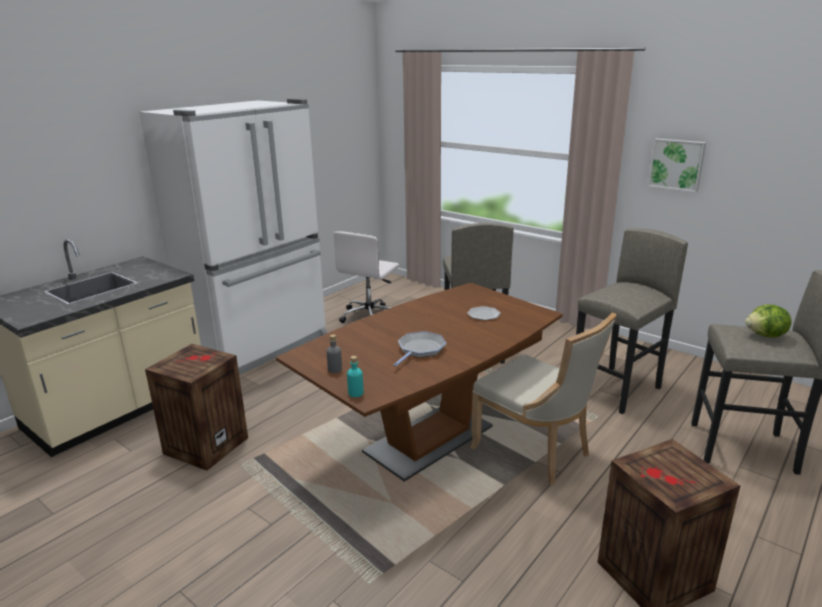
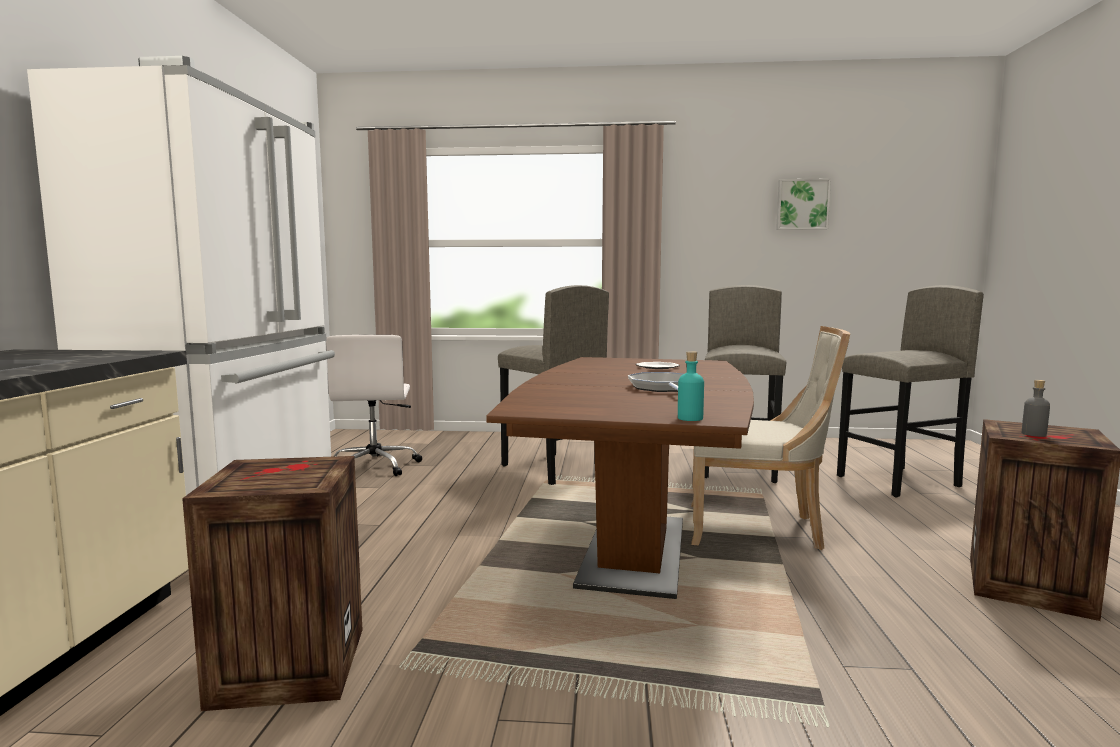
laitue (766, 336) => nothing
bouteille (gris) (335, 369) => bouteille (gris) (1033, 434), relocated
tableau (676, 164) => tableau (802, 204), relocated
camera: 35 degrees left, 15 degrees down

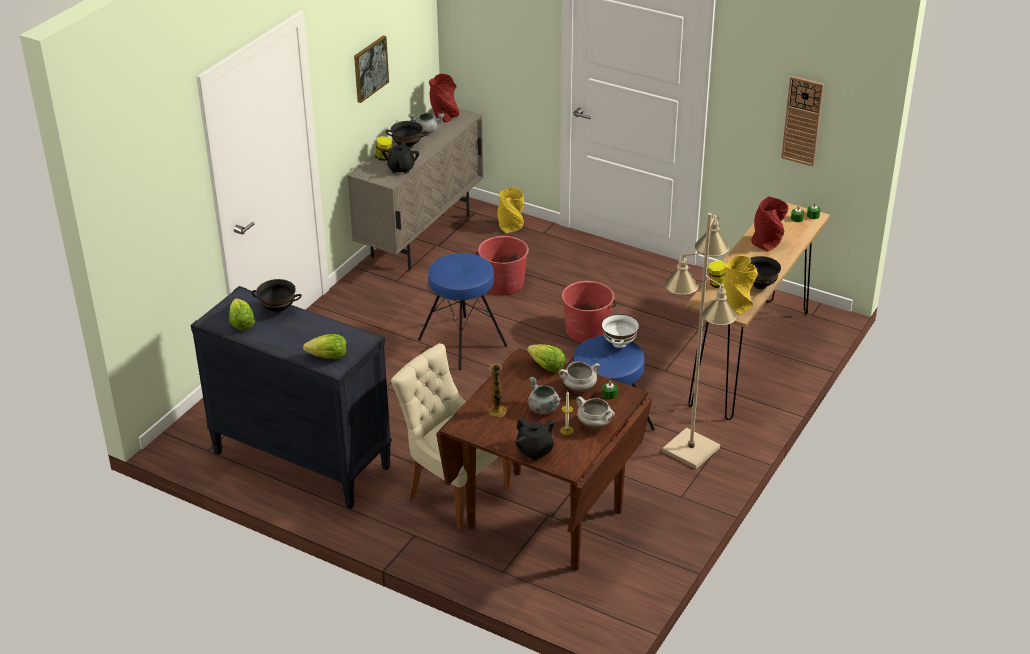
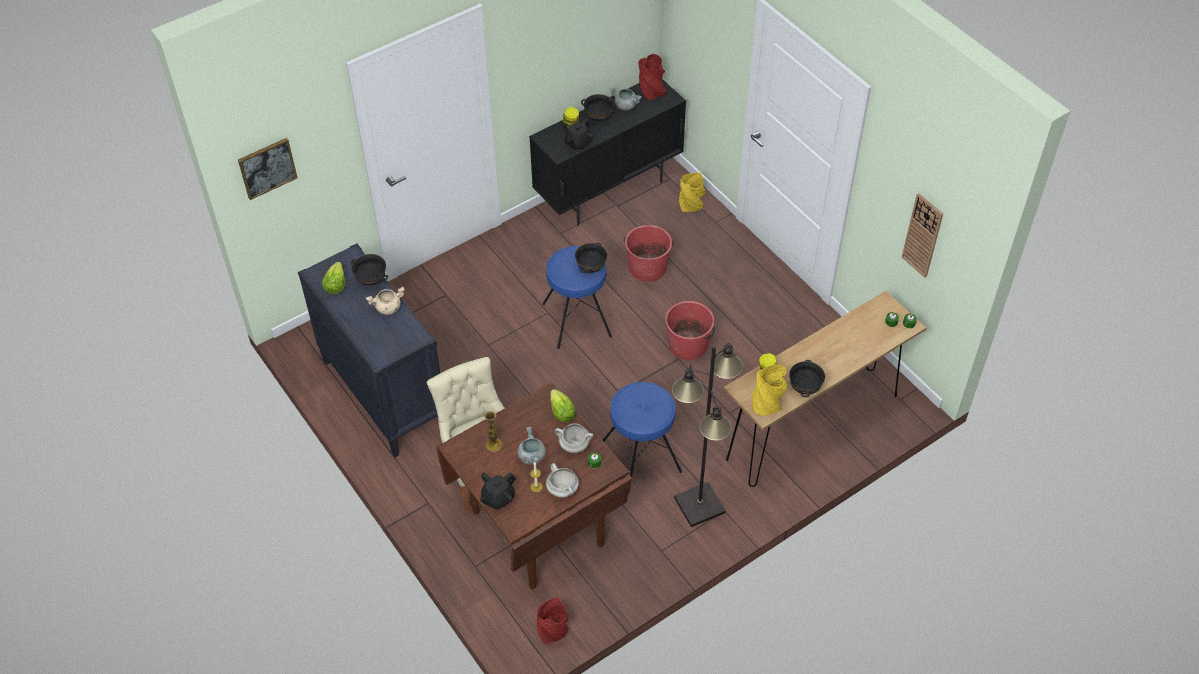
laitue (328, 357) => nothing
bol (blanc) (619, 343) => nothing
nothing => marmite (beige) (388, 308)
nothing => bol (noir) (591, 268)
tableau (370, 68) => tableau (267, 167), relocated
vase (rouge) (767, 243) => vase (rouge) (553, 632), relocated
meuble de rangement (beige) (421, 236) => meuble de rangement (noir) (608, 191)
lampadaire (beige) (691, 449) => lampadaire (noir) (700, 505)
théière (noir) (534, 451) => théière (noir) (498, 498), 60 degrees clockwise
camera: 25 degrees right, 15 degrees up

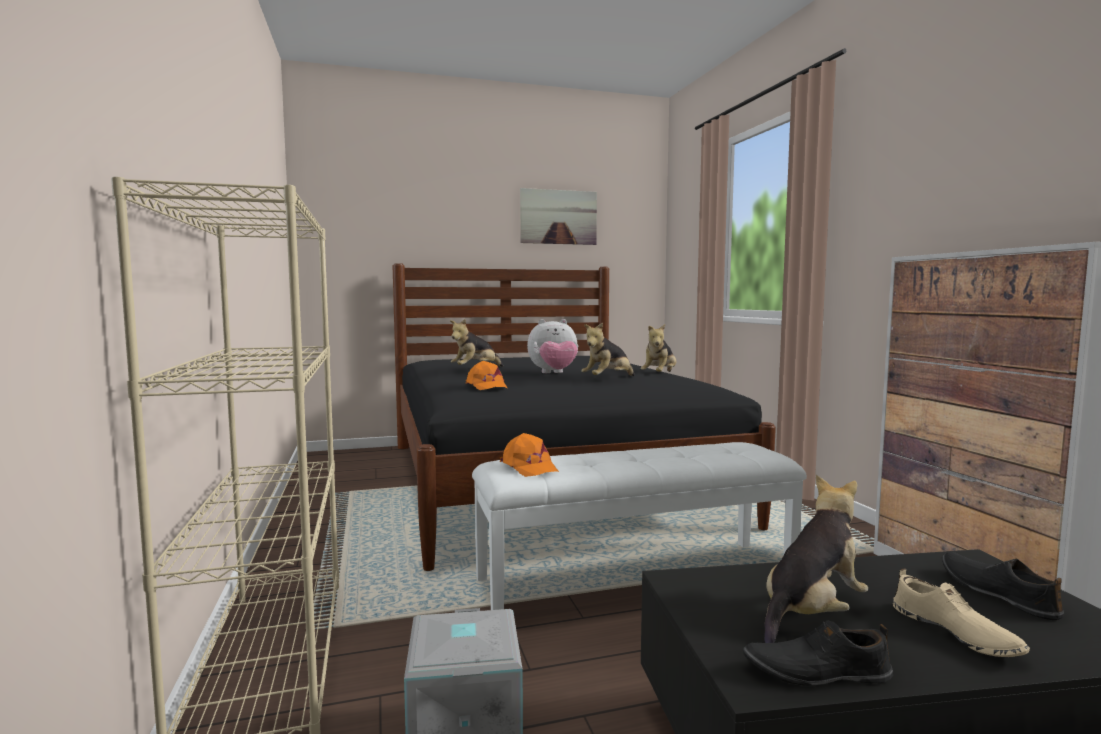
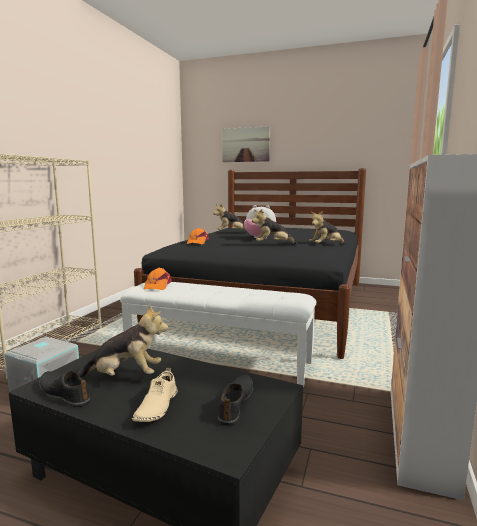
tableau (558, 217) => tableau (245, 144), relocated
camera: 35 degrees right, 5 degrees up

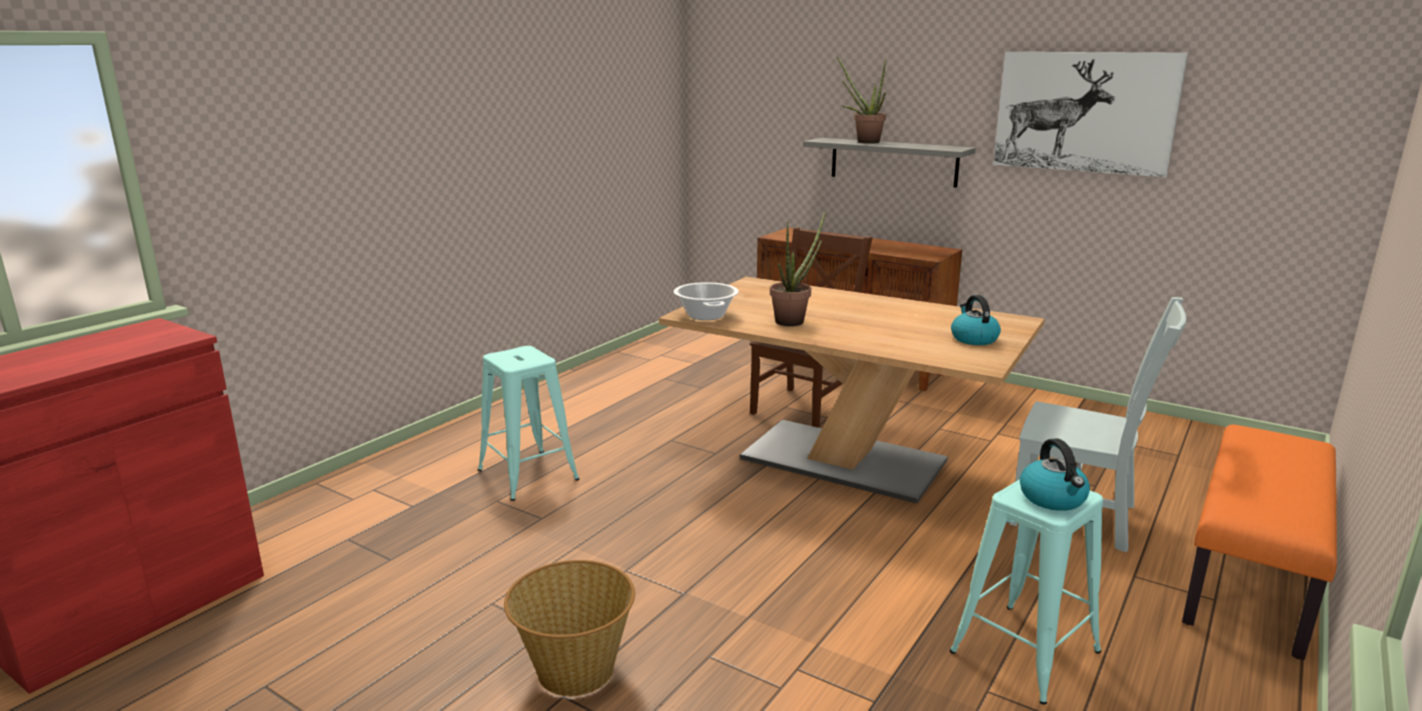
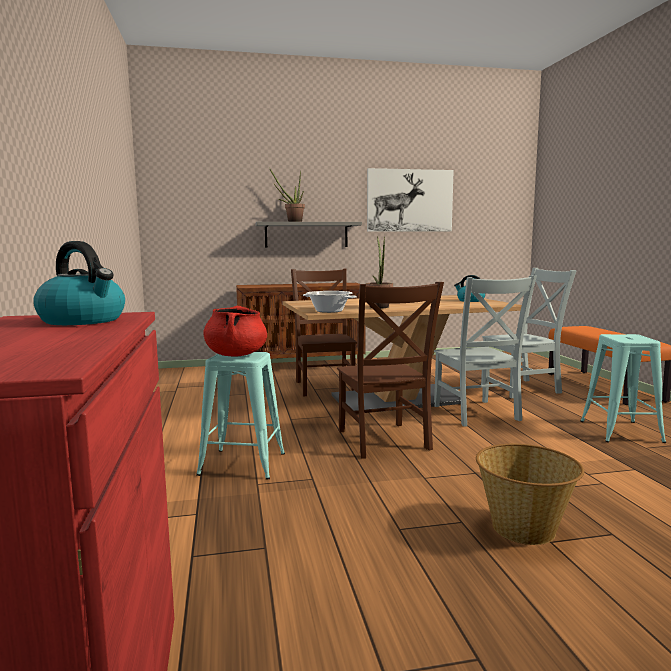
nothing => marmite (rouge) (236, 355)
nothing => chaise (marron) (384, 441)
nothing => chaise (gris) (477, 414)
bouilloire (1053, 498) => bouilloire (84, 320), relocated
camera: 45 degrees left, 10 degrees down

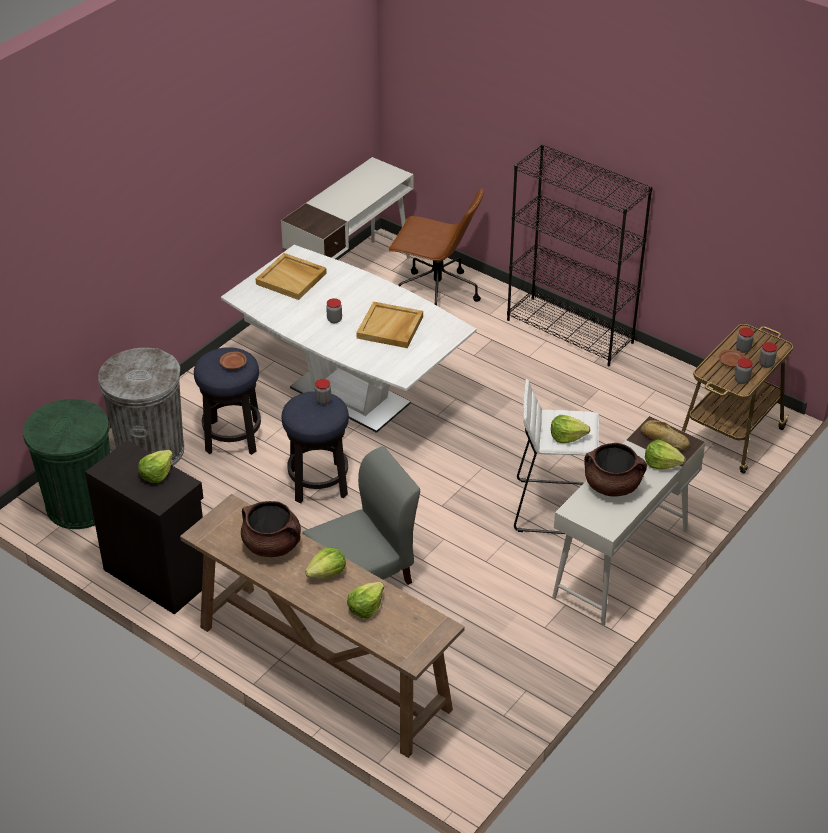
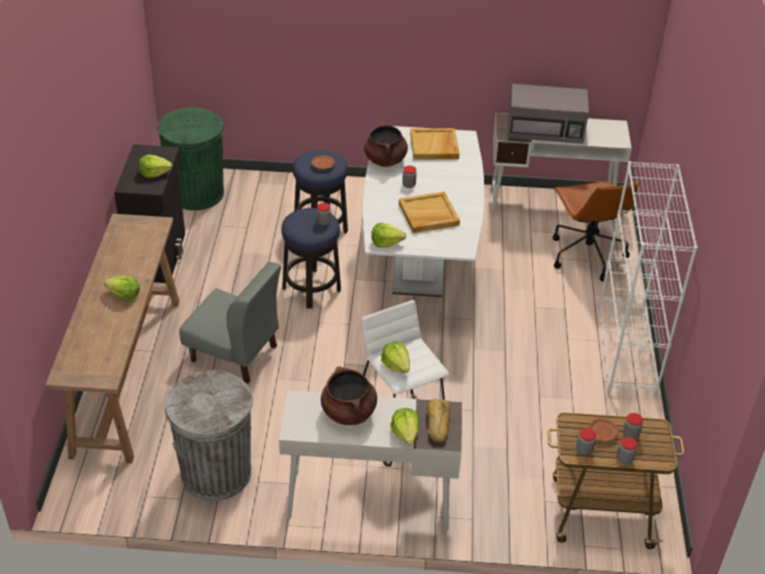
nothing => micro-ondes (gris) (546, 128)
poubelle (gris) (150, 450) => poubelle (gris) (216, 473), relocated
marmite (marron) (272, 545) => marmite (marron) (385, 160), relocated
laitue (365, 607) => laitue (386, 242), relocated
bibliothèque (noir) (570, 331) => bibliothèque (blanc) (627, 350)
camera: 55 degrees right, 0 degrees up

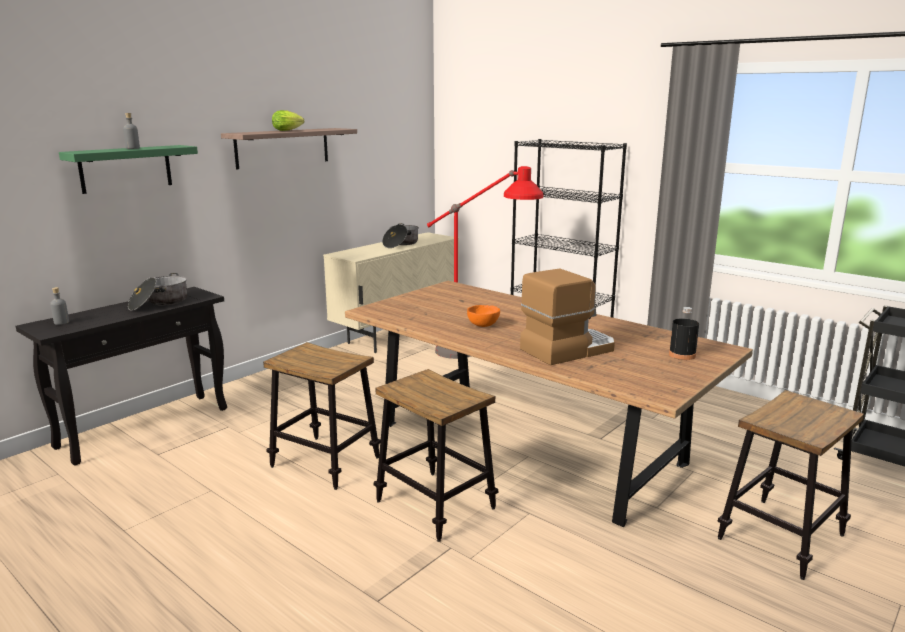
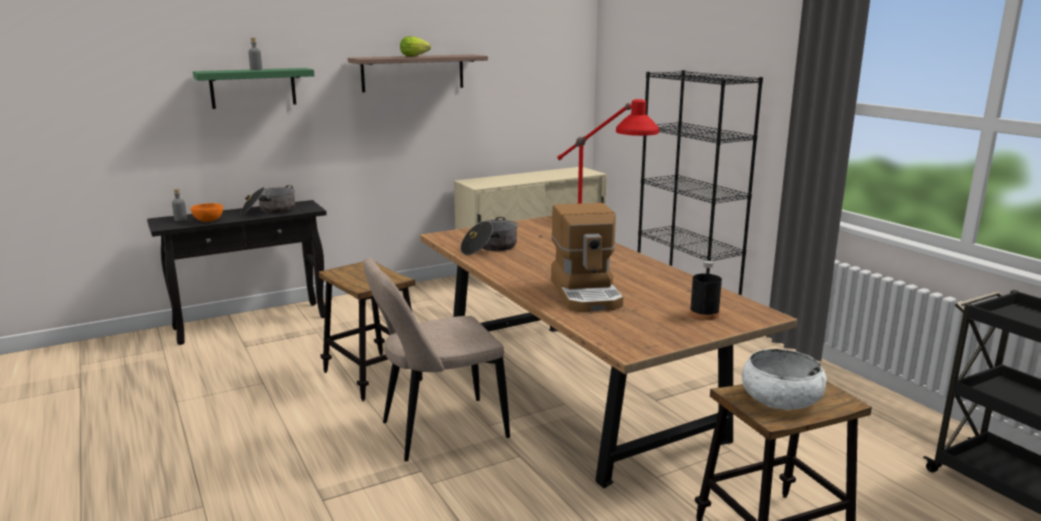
nothing => bol (blanc) (781, 398)
marmite (401, 244) => marmite (489, 248), relocated
bol (orange) (484, 326) => bol (orange) (209, 221), relocated
tabouret (435, 505) => chaise (beige) (438, 431)
machine à café (567, 349) => machine à café (587, 293), 90 degrees clockwise
camera: 20 degrees right, 0 degrees up

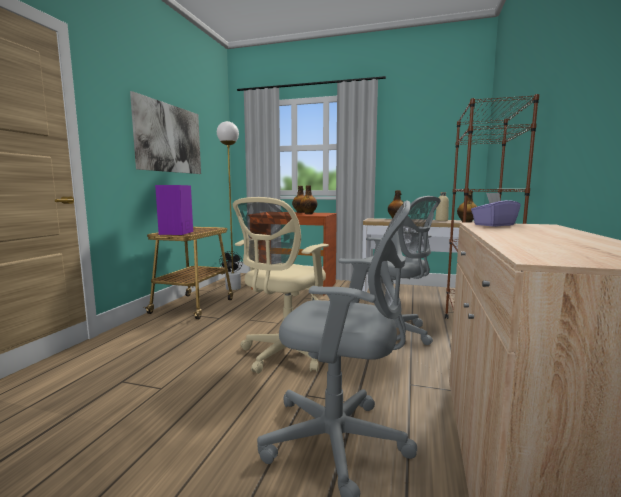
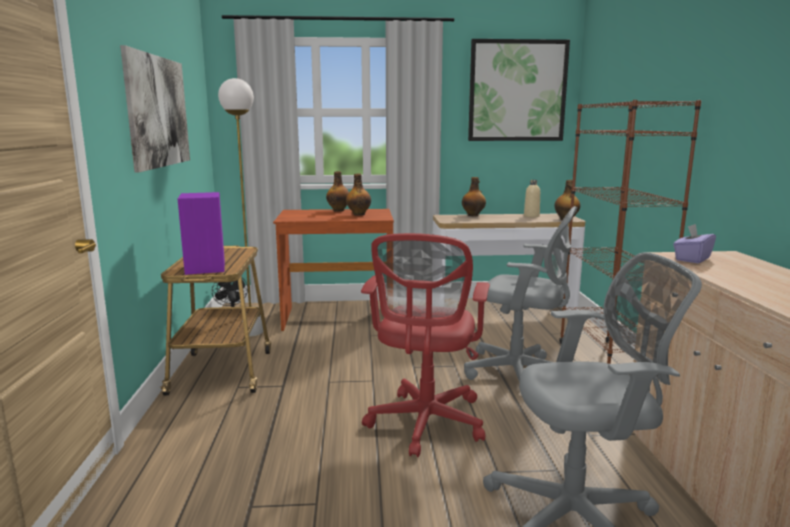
nothing => tableau (517, 91)
chaise de bureau (beige) (285, 354) => chaise de bureau (rouge) (425, 425)
camera: 20 degrees left, 5 degrees up

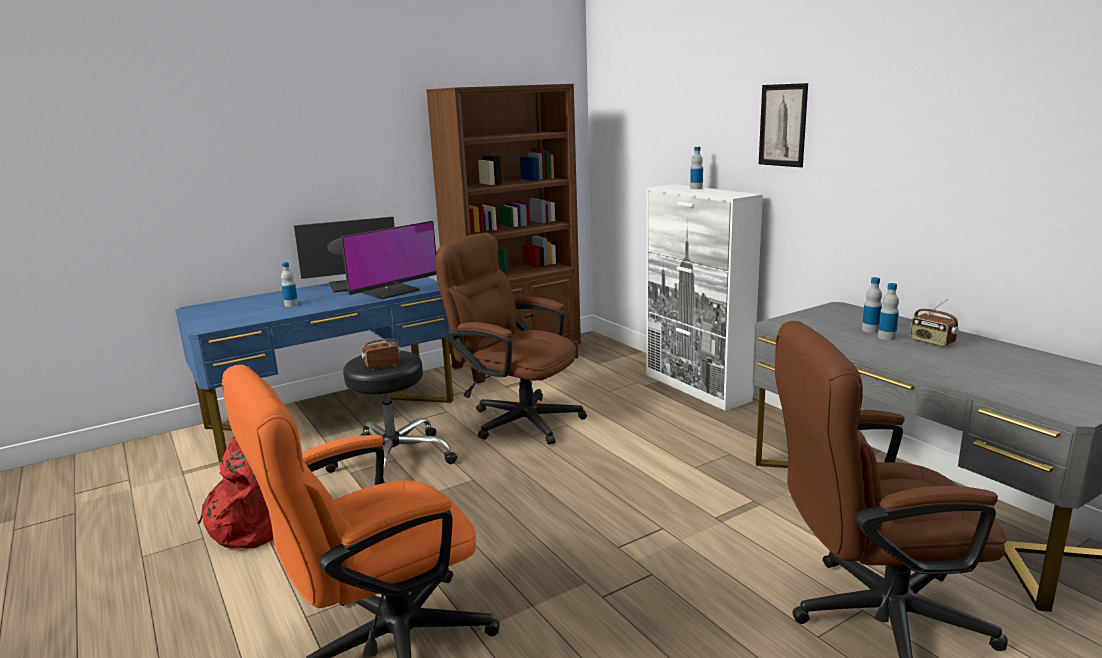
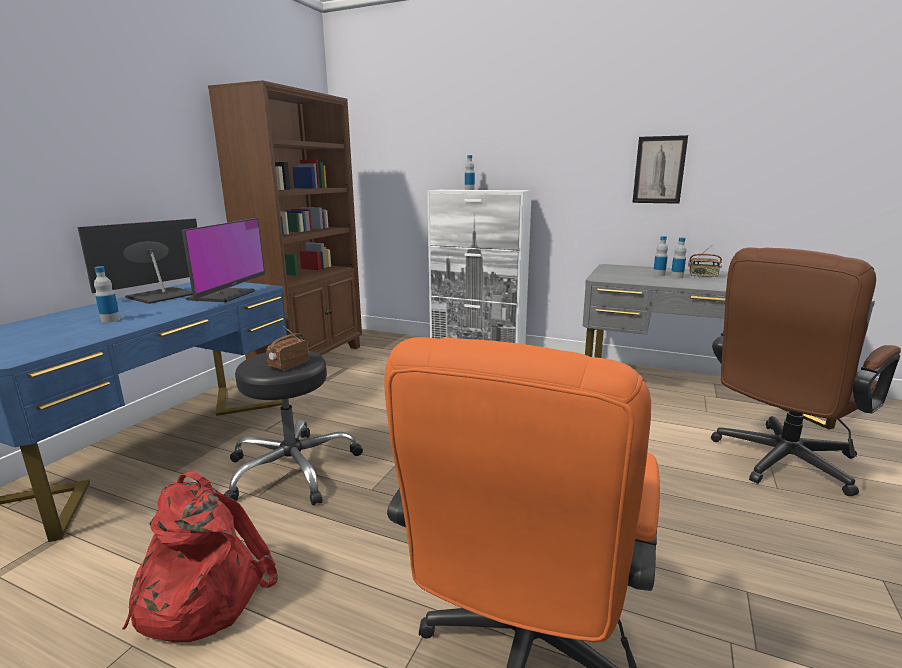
chaise de bureau (marron) (516, 419) => nothing
tableau (783, 125) => tableau (659, 170), relocated
camera: 35 degrees left, 0 degrees up

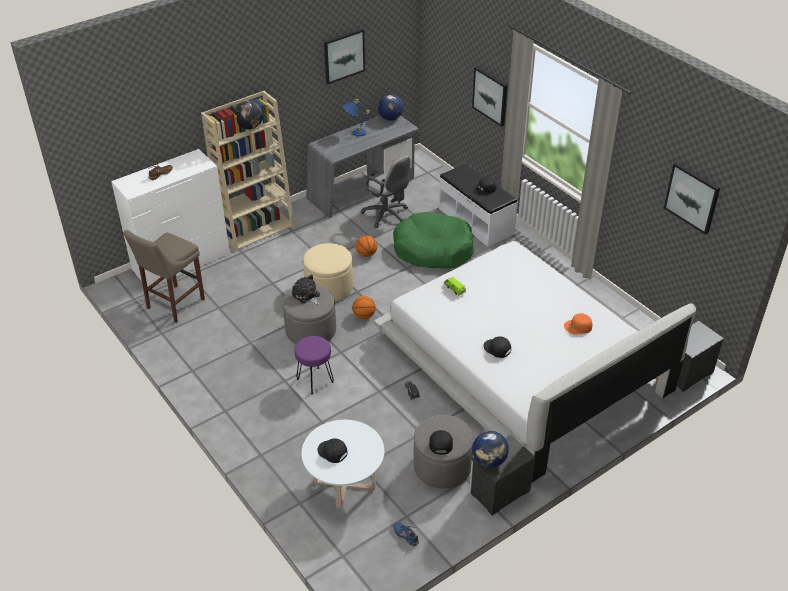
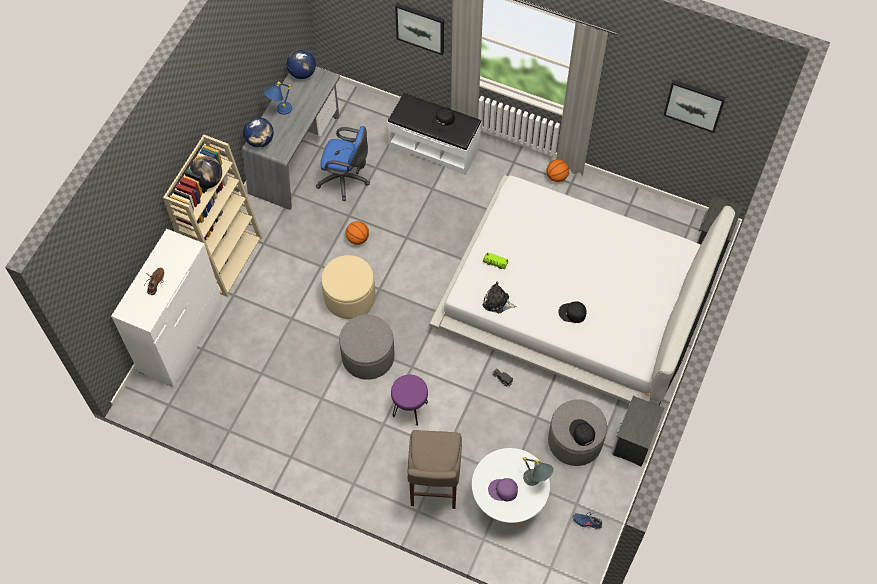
tableau (343, 55) => nothing
panier pour chien (vert) (433, 249) => nothing
casquette (orange) (578, 327) => nothing
nothing => lampe de table (gris) (536, 482)
tabouret (beige) (173, 305) => tabouret (beige) (434, 488), relocated
peluche (306, 296) => peluche (497, 302), relocated
ballon de basket (364, 316) => ballon de basket (556, 177), relocated
globe (489, 460) => globe (260, 141), relocated
casquette (noir) (332, 452) => casquette (violet) (503, 490)
chaise de bureau (gris) (388, 216) => chaise de bureau (bleu) (346, 179)
camera: 30 degrees left, 20 degrees up

